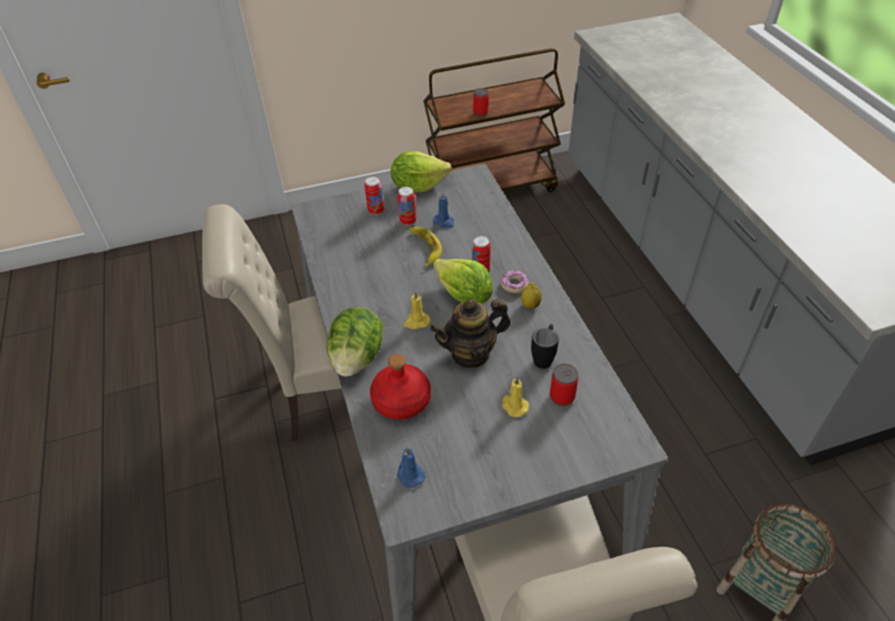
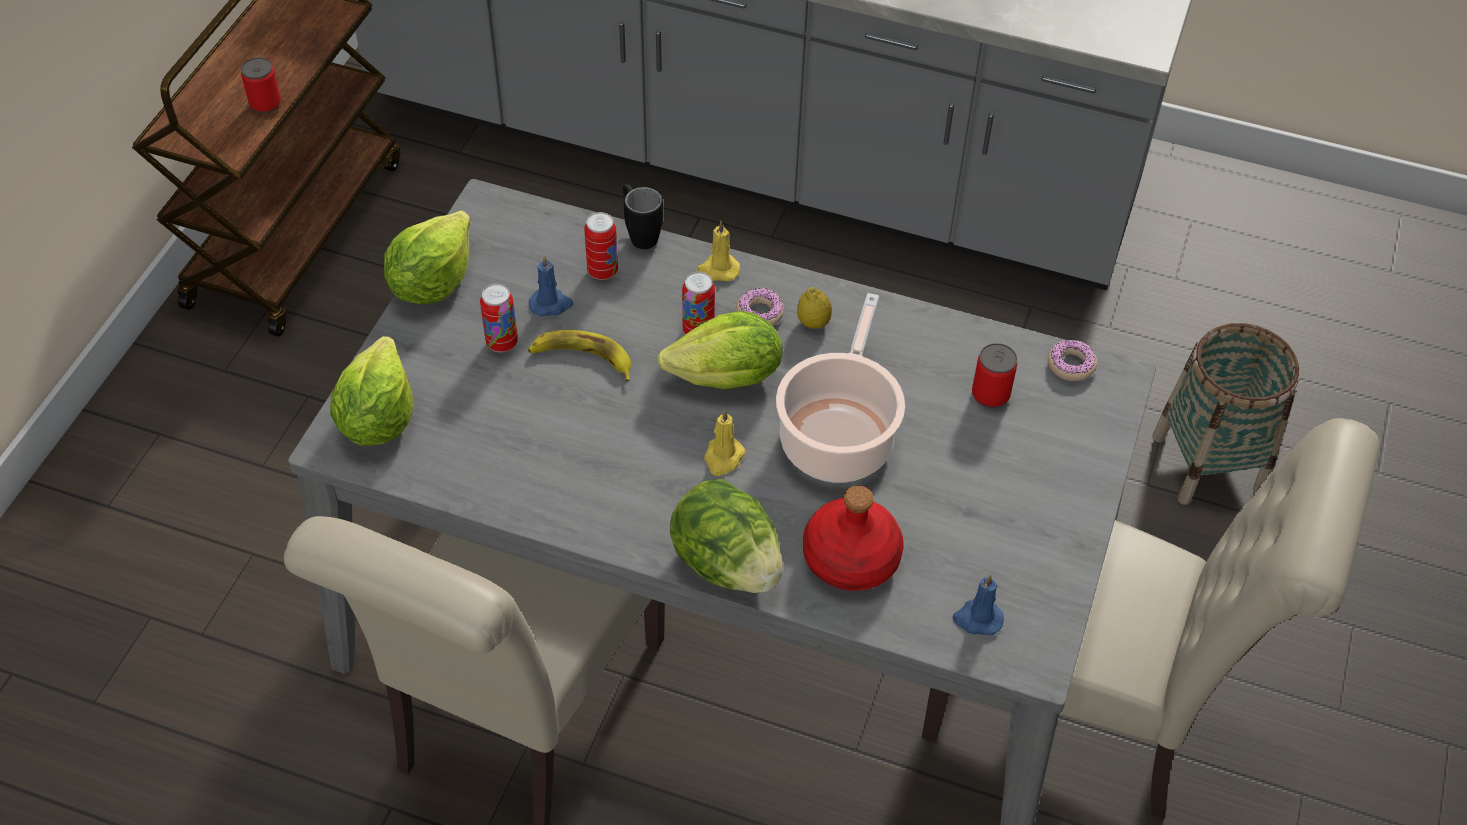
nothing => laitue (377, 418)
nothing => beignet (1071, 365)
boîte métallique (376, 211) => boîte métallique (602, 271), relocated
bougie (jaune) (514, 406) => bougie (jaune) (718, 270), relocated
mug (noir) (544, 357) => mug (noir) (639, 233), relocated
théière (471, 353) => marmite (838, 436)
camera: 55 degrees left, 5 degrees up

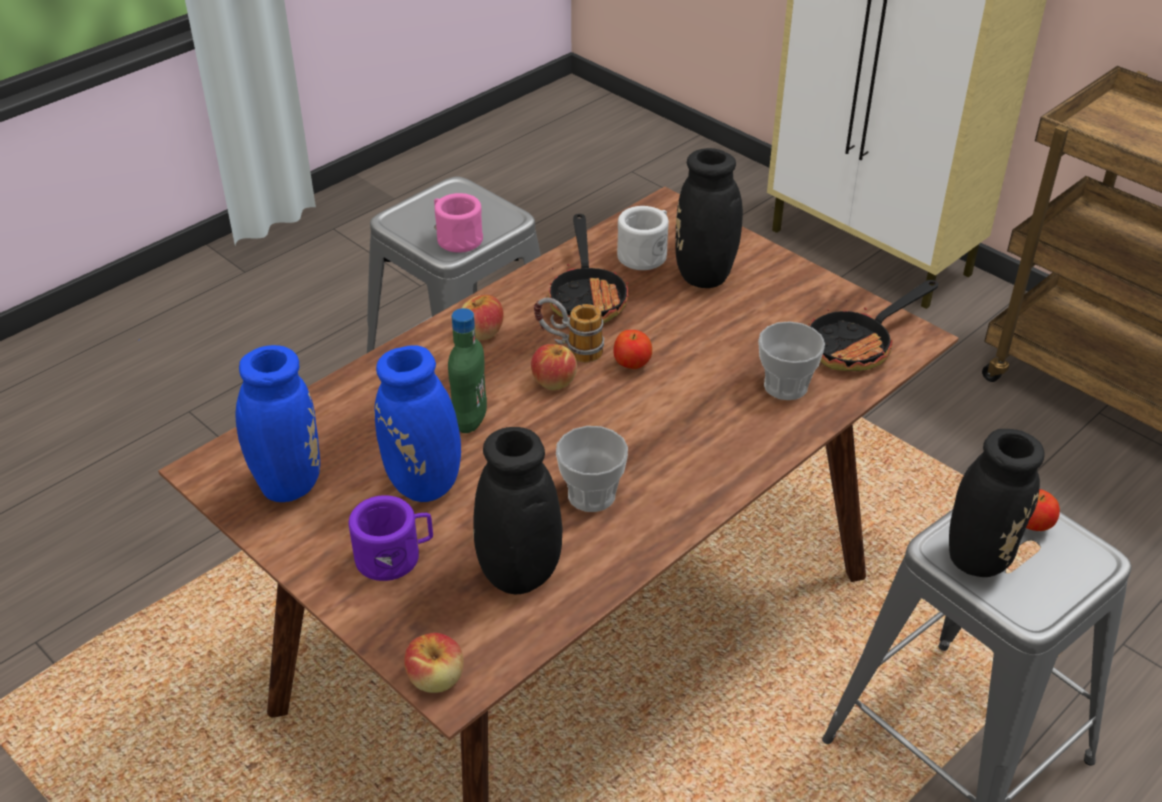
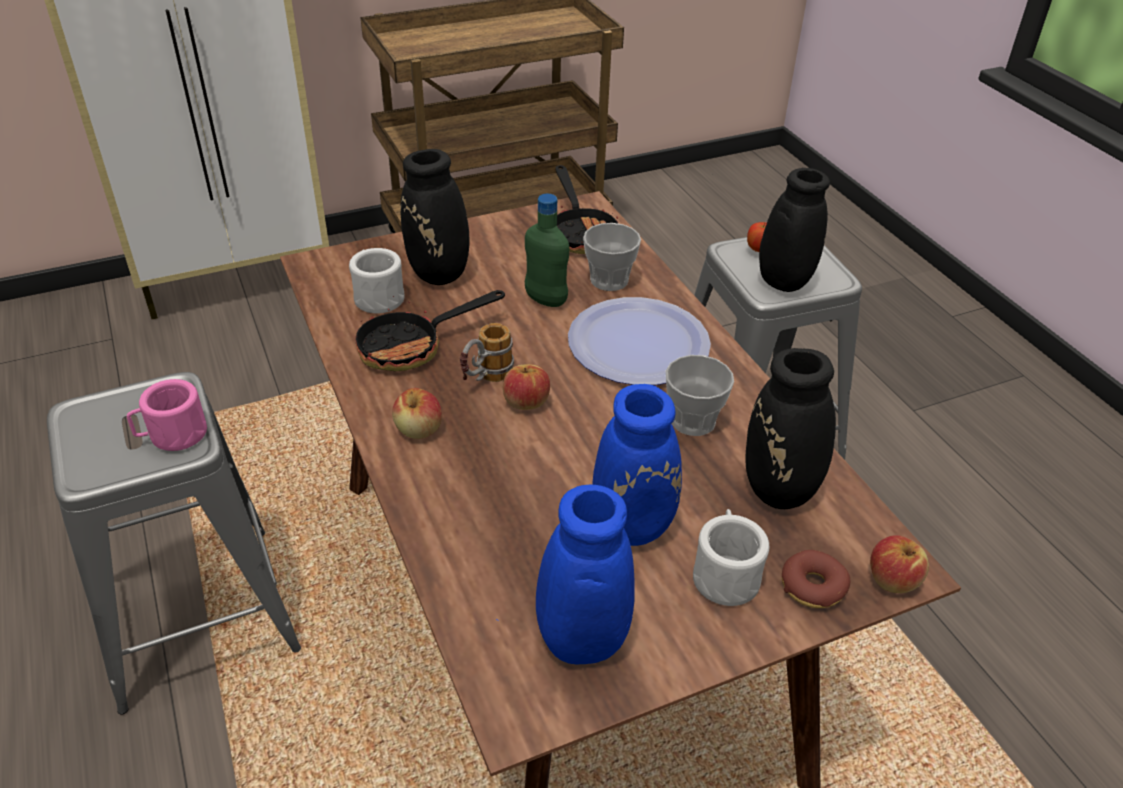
pomme (632, 365) => nothing
nothing => assiette (639, 344)
nothing => beignet (812, 586)
bouteille (vert) (470, 420) => bouteille (vert) (545, 300), relocated
mug (violet) (395, 556) => mug (blanc) (725, 573)
poêle (587, 296) => poêle (412, 347), 135 degrees clockwise
camera: 70 degrees left, 0 degrees up

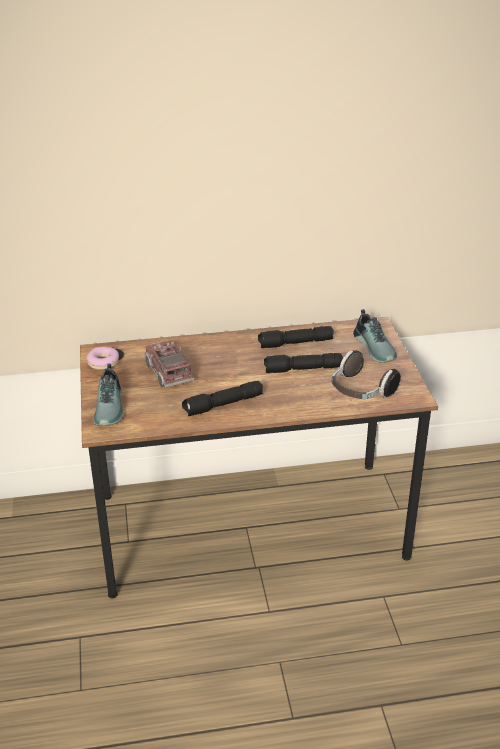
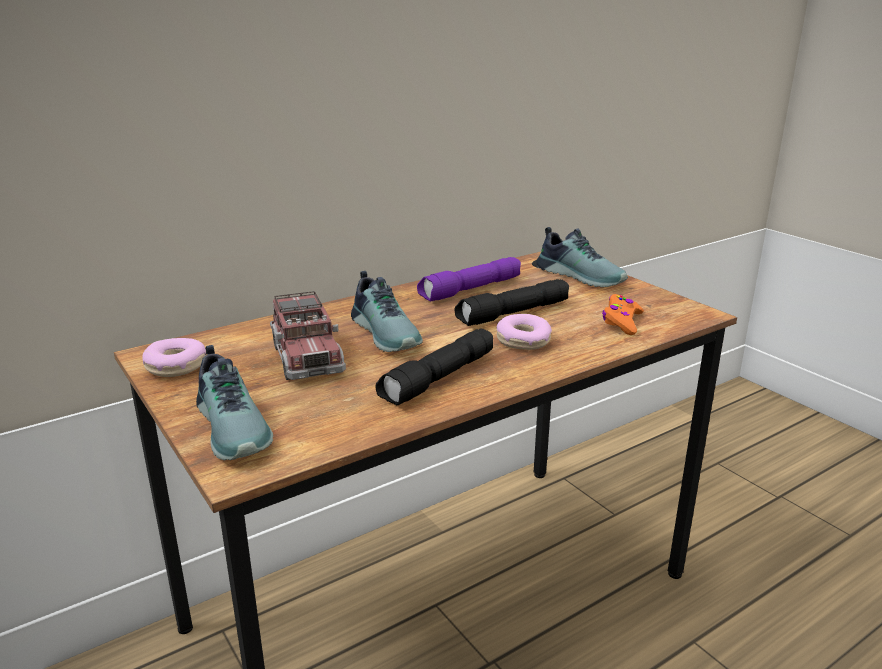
nothing => chaussure (388, 333)
nothing => beignet (523, 341)
casque audio (360, 392) => manette (orange) (621, 322)
lampe de poche (noir) (295, 344) => lampe de poche (violet) (471, 290)
camion jouet (168, 372) => camion jouet (307, 357), 150 degrees counterclockwise
camera: 25 degrees left, 10 degrees down

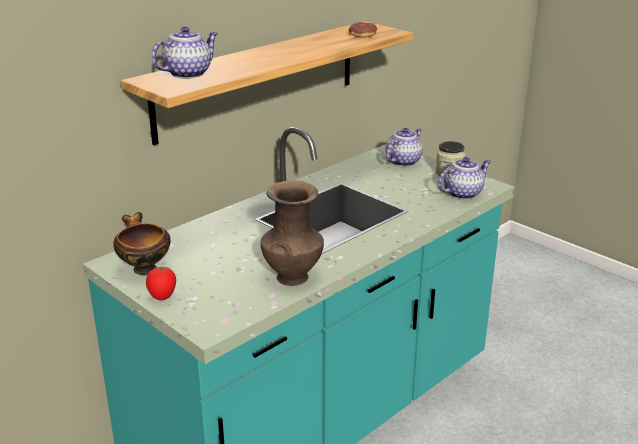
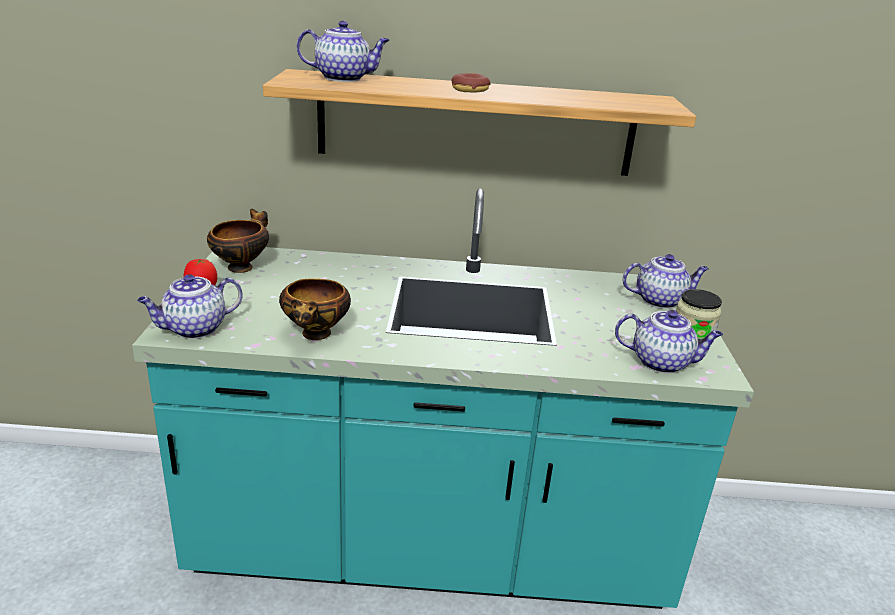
nothing => théière (194, 329)
beignet (363, 35) => beignet (470, 90), relocated
vase (marron) (292, 277) => bol (316, 335)
camera: 45 degrees right, 0 degrees up

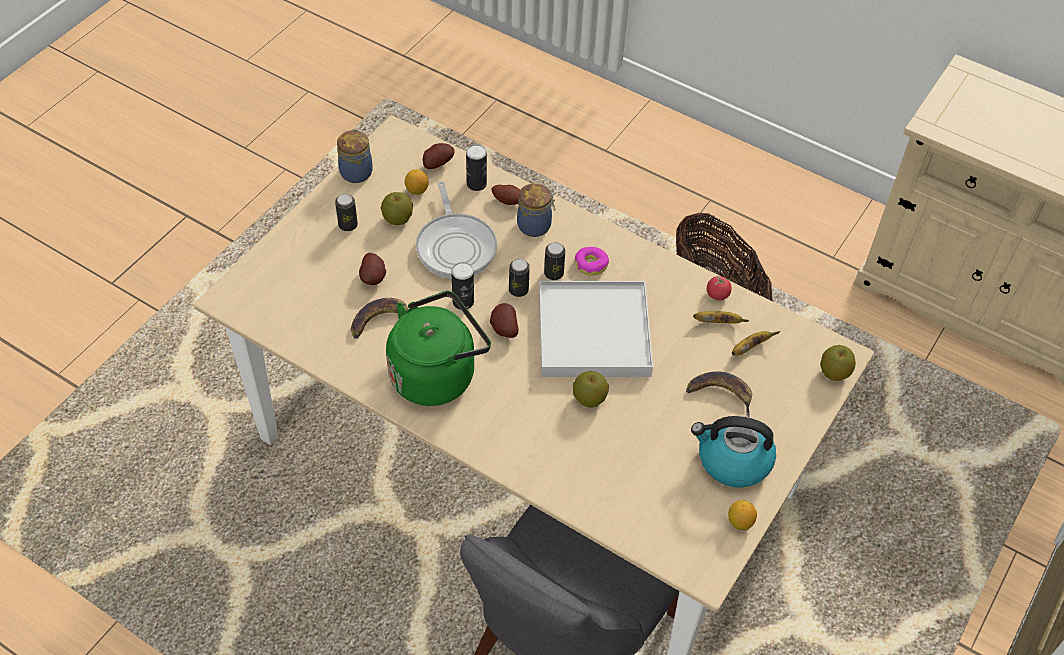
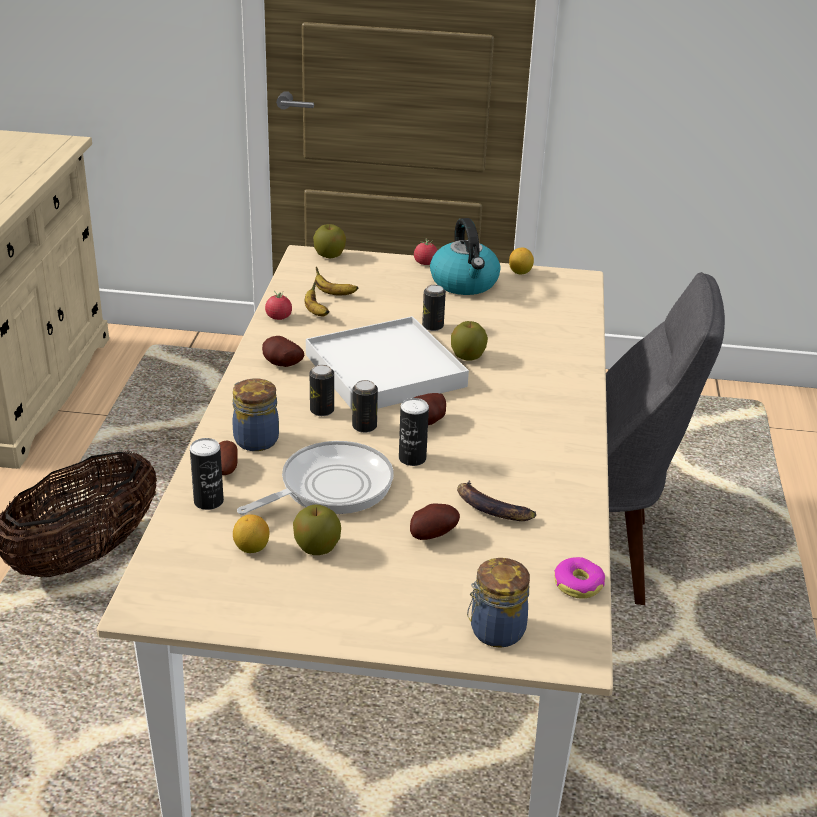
bouilloire (vert) (437, 373) => nothing
banane (721, 393) => nothing
nothing => tomate (425, 263)
boîte métallique (348, 225) => boîte métallique (432, 326), relocated
bocal (356, 171) => bocal (495, 631), relocated
pomme de terre (437, 163) => pomme de terre (281, 365), relocated
beignet (591, 264) => beignet (578, 584), relocated
camera: 115 degrees left, 20 degrees down

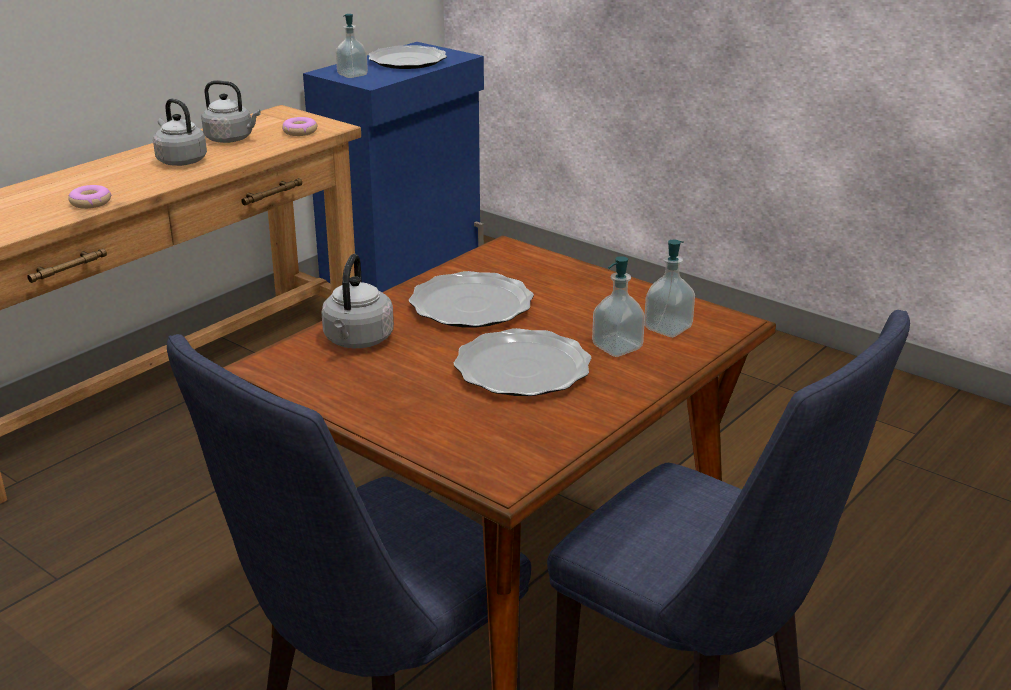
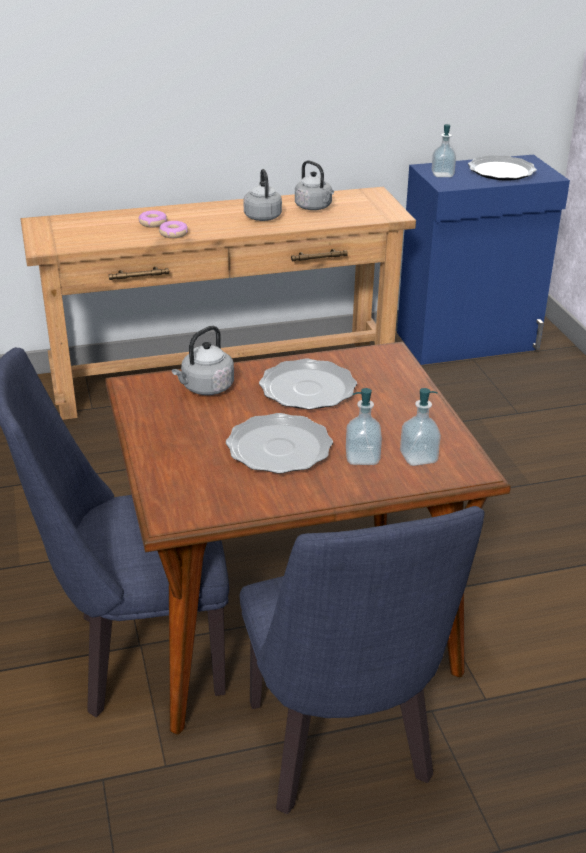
beignet (300, 132) => beignet (153, 223), relocated
camera: 35 degrees right, 5 degrees up

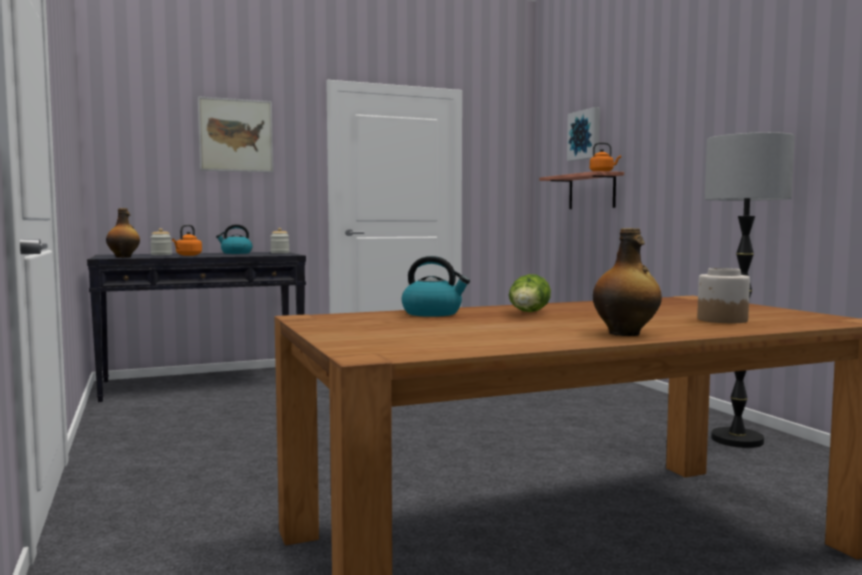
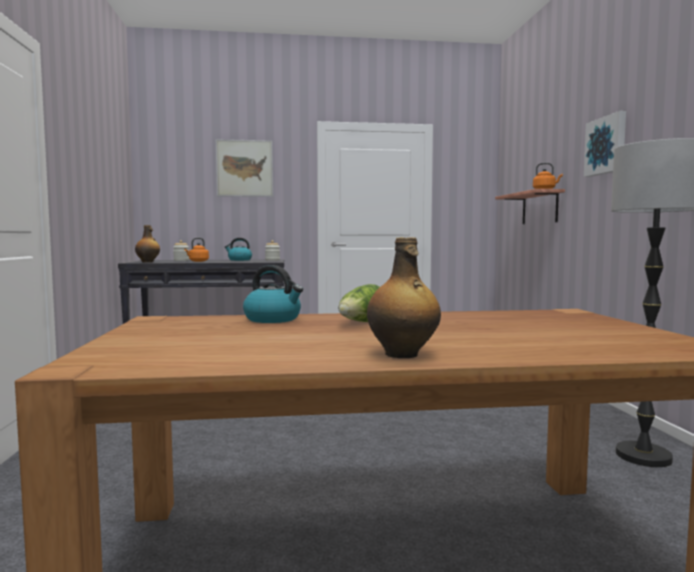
bocal (721, 320) => nothing
tableau (585, 135) => tableau (606, 145), relocated
camera: 15 degrees right, 0 degrees up

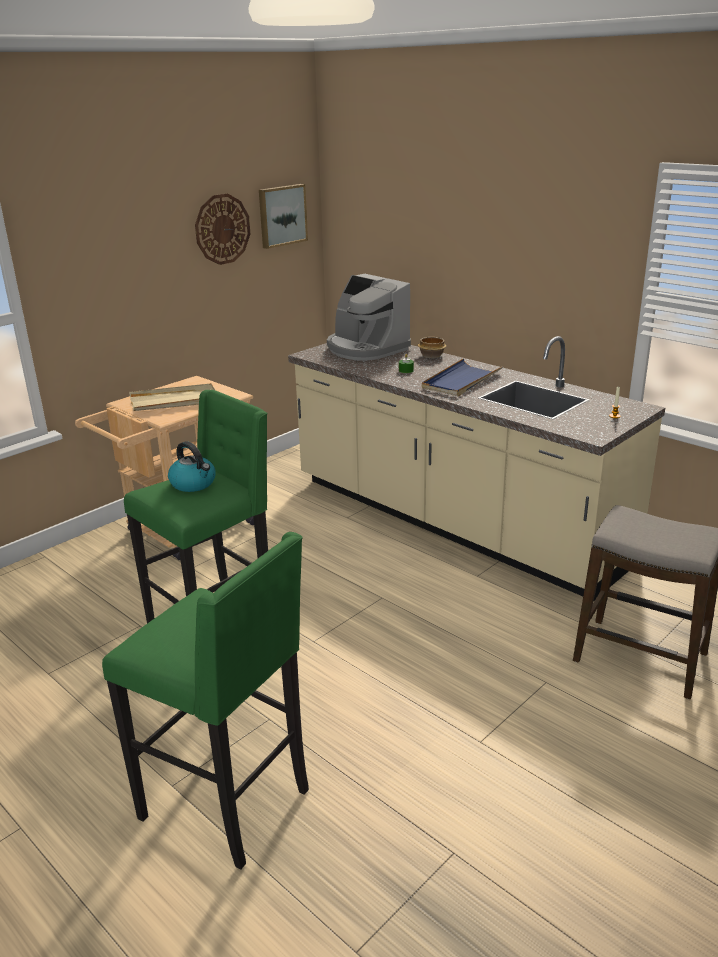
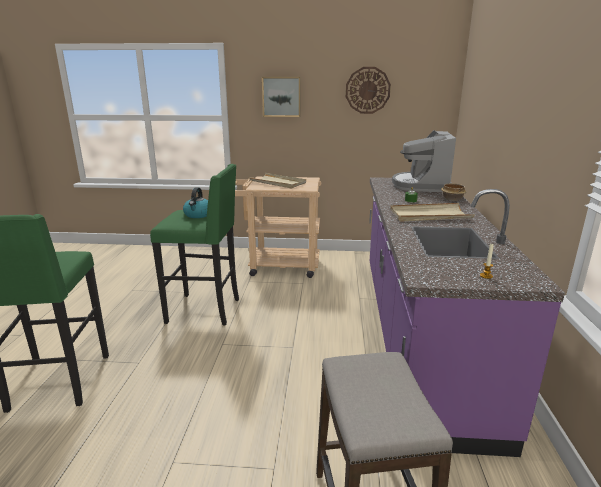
tableau (281, 215) => tableau (281, 96), relocated
comptoir de cuisine (beige) (453, 521) => comptoir de cuisine (violet) (418, 335)
plateau (bleu) (461, 381) => plateau (beige) (429, 215)
camera: 50 degrees right, 5 degrees down

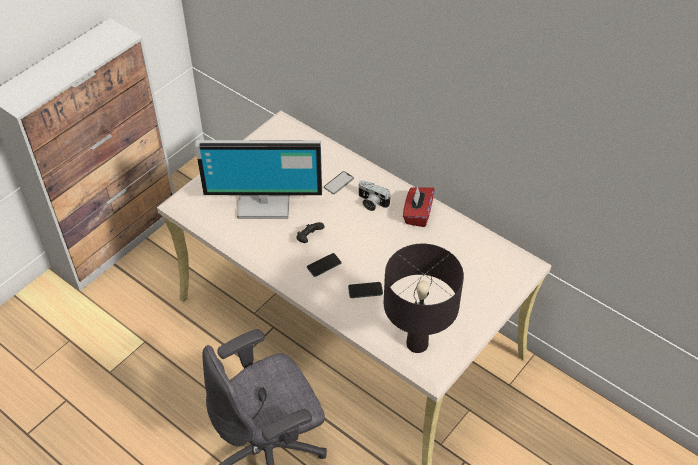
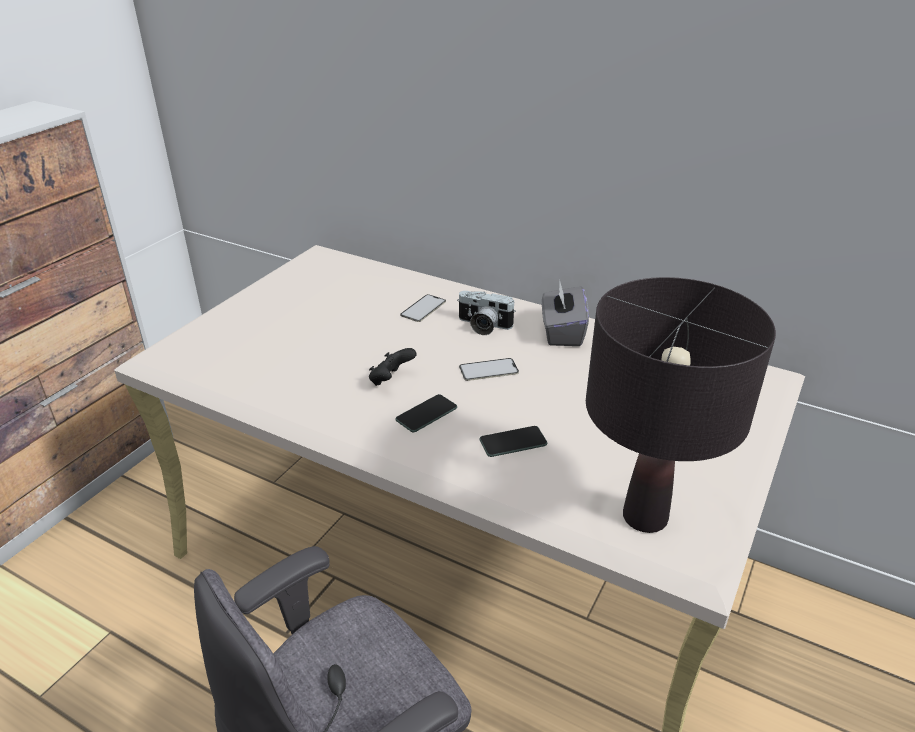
écran d'ordinateur (264, 203) => nothing
nothing => téléphone (488, 370)
boîte à mouchoirs (rouge) (417, 214) => boîte à mouchoirs (gris) (562, 332)
camera: 10 degrees left, 15 degrees down

